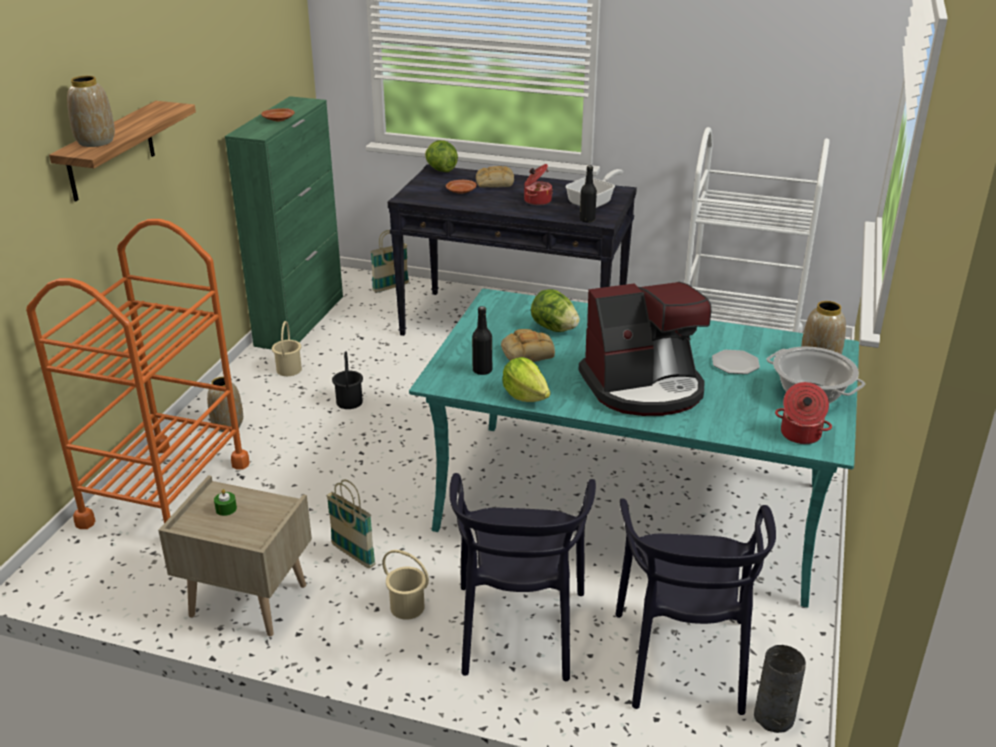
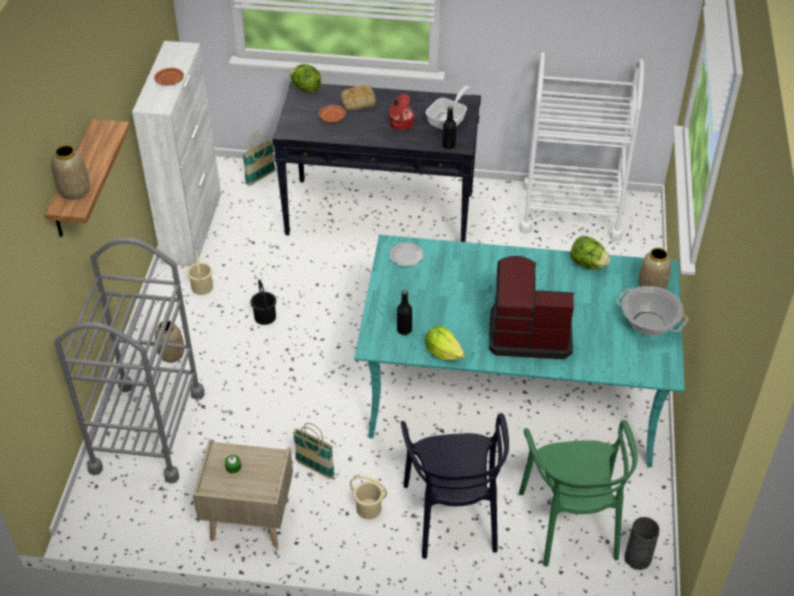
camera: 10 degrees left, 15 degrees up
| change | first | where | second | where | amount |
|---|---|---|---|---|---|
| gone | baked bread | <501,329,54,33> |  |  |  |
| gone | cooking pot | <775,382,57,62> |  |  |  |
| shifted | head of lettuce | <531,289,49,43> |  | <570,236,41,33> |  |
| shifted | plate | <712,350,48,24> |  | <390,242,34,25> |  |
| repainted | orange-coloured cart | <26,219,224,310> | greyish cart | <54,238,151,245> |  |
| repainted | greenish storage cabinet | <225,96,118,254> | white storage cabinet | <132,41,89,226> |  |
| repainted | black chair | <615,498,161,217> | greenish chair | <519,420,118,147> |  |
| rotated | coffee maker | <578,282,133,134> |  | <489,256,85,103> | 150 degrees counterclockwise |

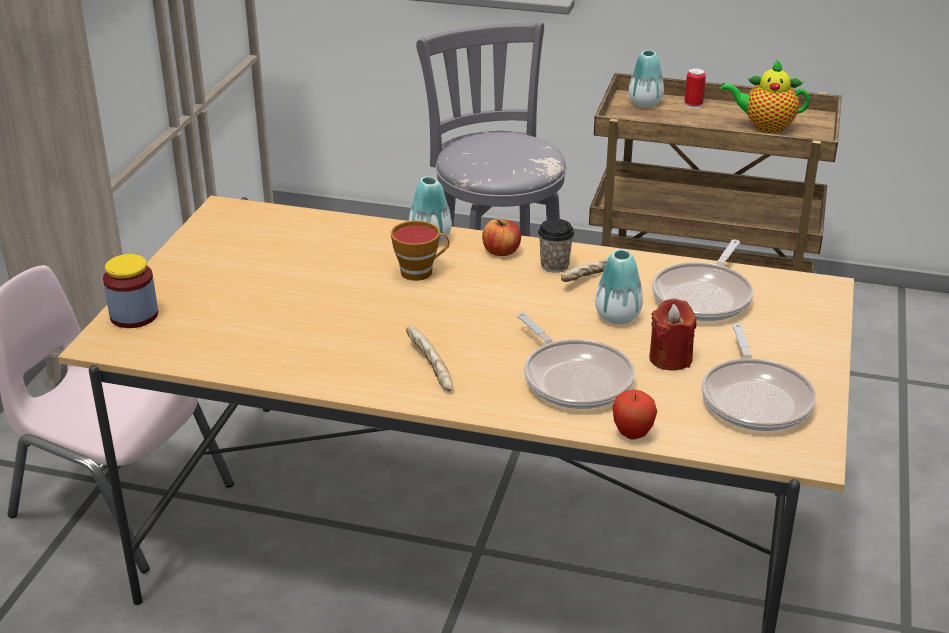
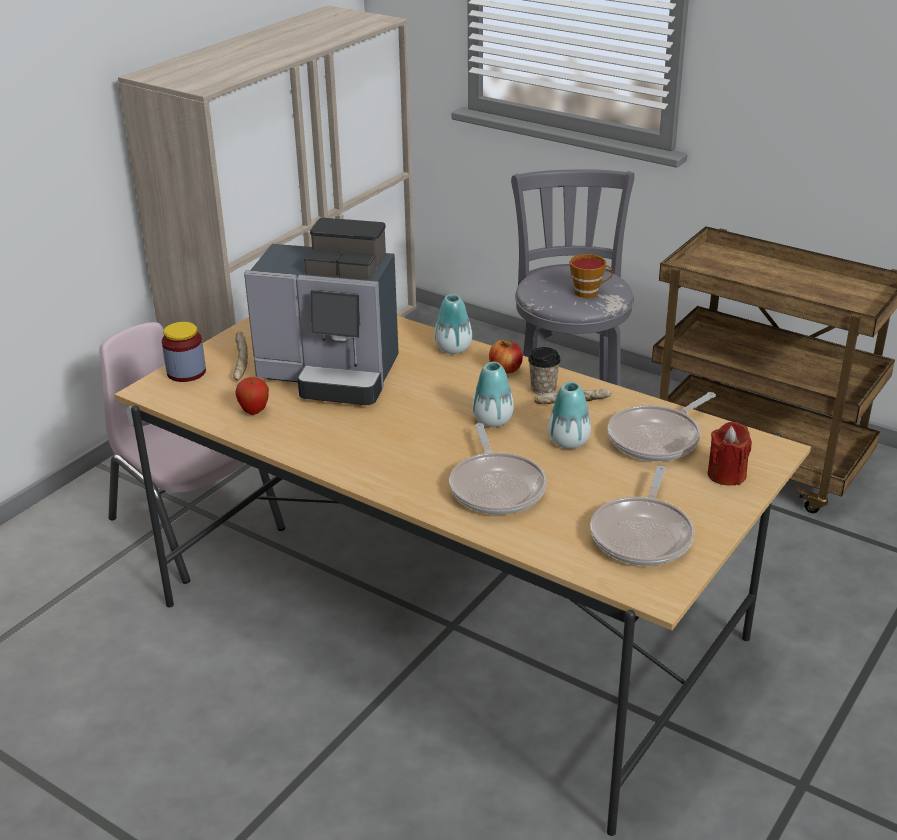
camera: 20 degrees right, 0 degrees up
| change | first | where | second | where | amount |
|---|---|---|---|---|---|
| gone | metal can | <685,68,21,41> |  |  |  |
| gone | teapot | <721,59,89,74> |  |  |  |
| new |  |  | coffee maker | <244,218,155,187> |  |
| shifted | small cup | <391,221,58,60> |  | <569,254,44,44> |  |
| shifted | baked bread | <406,325,47,66> |  | <233,331,15,50> |  |
| shifted | whole apple | <612,390,45,50> |  | <235,377,34,38> |  |
| shifted | vase | <629,50,35,57> |  | <472,362,42,65> |  |
| shifted | red-coloured wax candle | <649,299,47,72> |  | <708,422,44,64> |  |

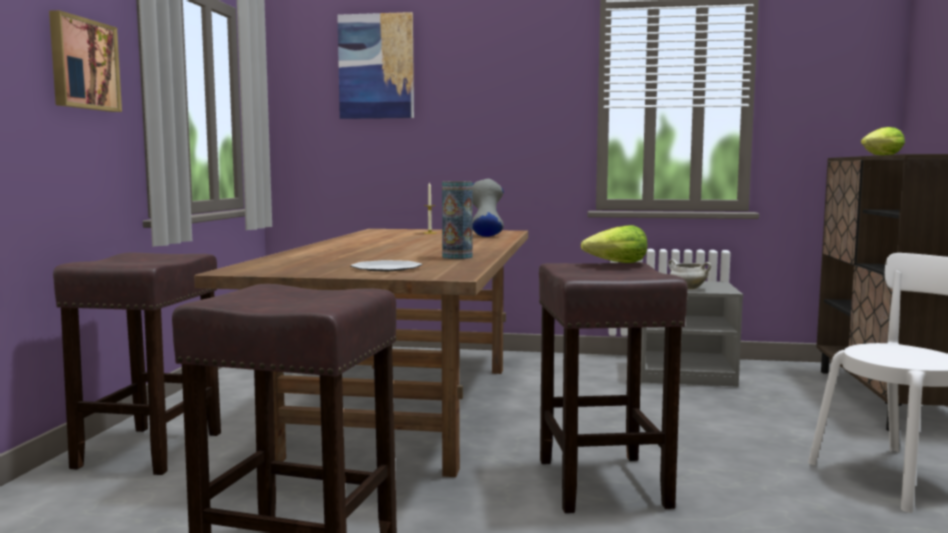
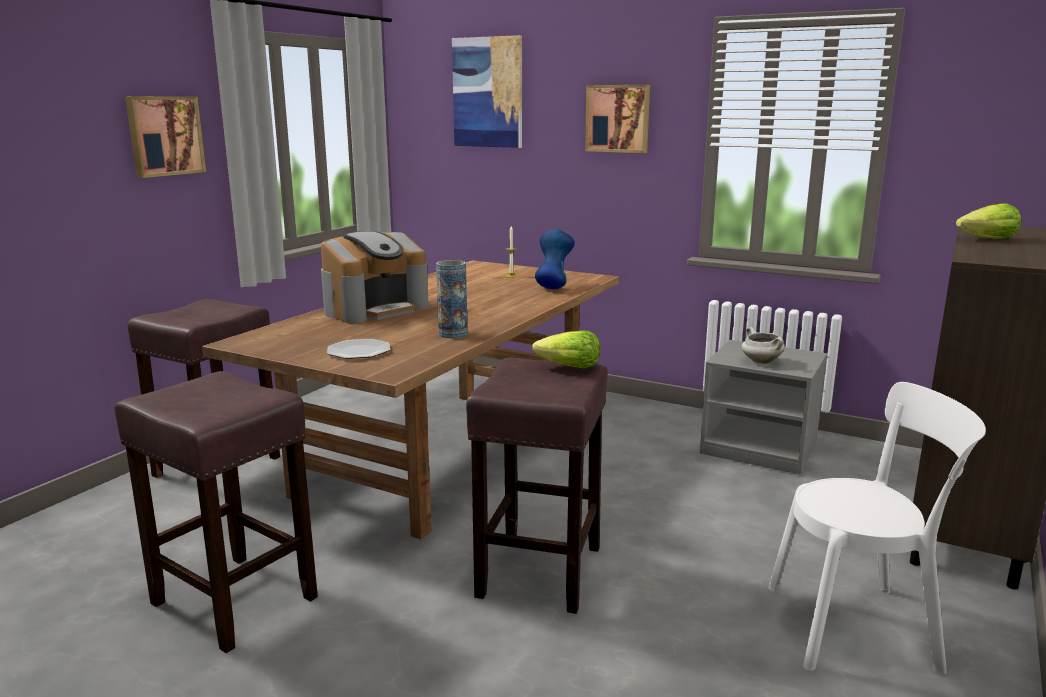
camera: 20 degrees right, 10 degrees up
| change | first | where | second | where | amount |
|---|---|---|---|---|---|
| new |  |  | coffee maker | <321,231,108,92> |  |
| new |  |  | wall art | <585,85,65,68> |  |
| repainted | greyish vase | <473,179,31,58> | blue vase | <535,229,40,60> |  |

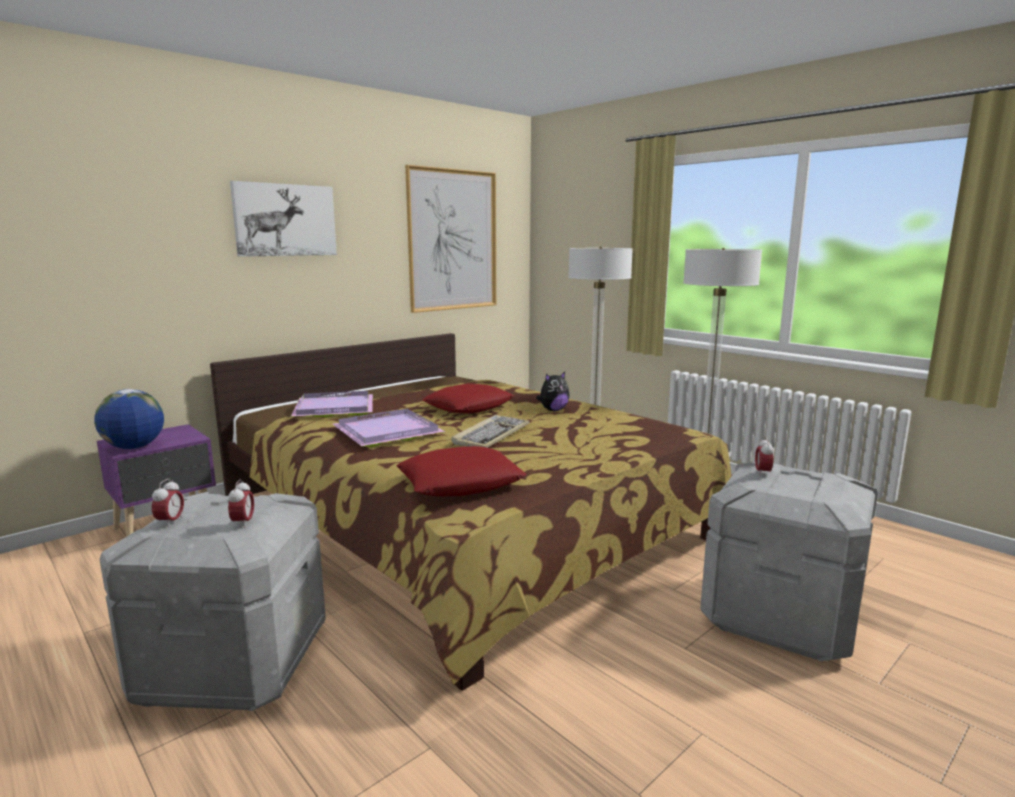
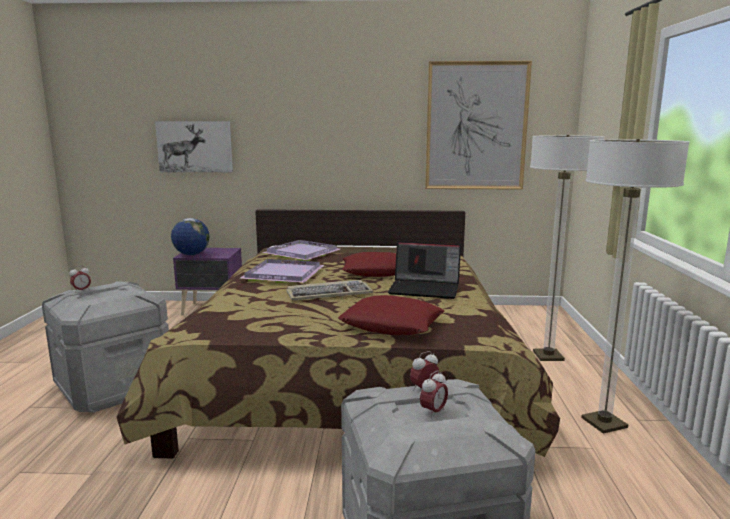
camera: 45 degrees right, 0 degrees up
| change | first | where | second | where | amount |
|---|---|---|---|---|---|
| shifted | bedside clock | <228,479,26,49> |  | <420,371,28,47> |  |
| shifted | wall art | <230,181,107,76> |  | <155,121,78,51> |  |
| shifted | red-coloured pillow | <397,446,129,50> |  | <338,295,106,40> |  |
| swapped | cuddly toy | <536,372,33,39> | portable computer | <388,241,73,58> |  |

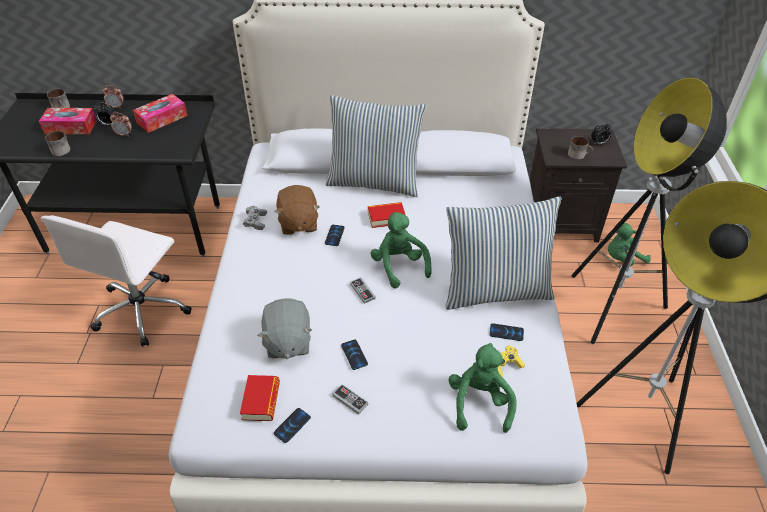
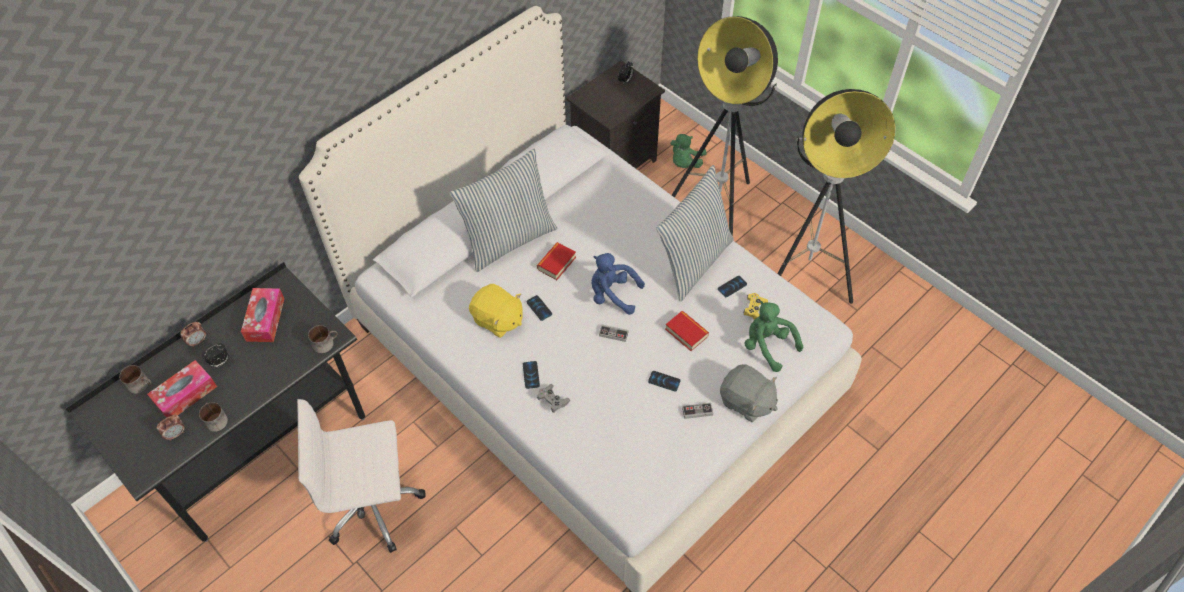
camera: 45 degrees left, 10 degrees up
| change | first | where | second | where | amount |
|---|---|---|---|---|---|
| shifted | bedside clock | <110,113,22,24> |  | <157,415,28,26> |  |
| shifted | bound book | <240,375,40,46> |  | <665,311,44,40> |  |
| shifted | greyish game controller | <243,206,24,24> |  | <537,384,33,29> |  |
| shifted | greyish cuddly toy | <258,299,54,60> |  | <720,364,58,58> |  |
| shifted | handset | <274,408,37,35> |  | <523,361,17,28> |  |
| shifted | coffee mug | <568,136,25,24> |  | <308,325,30,28> |  |
| repainted | brown cuddly toy | <275,185,44,50> | yellow-coloured cuddly toy | <469,284,54,54> |  |
| repainted | greenish cuddly toy | <370,212,62,77> | blue cuddly toy | <591,253,54,62> |  |
| rotated | white office chair | <41,215,151,132> |  | <297,399,129,154> | 105 degrees clockwise |

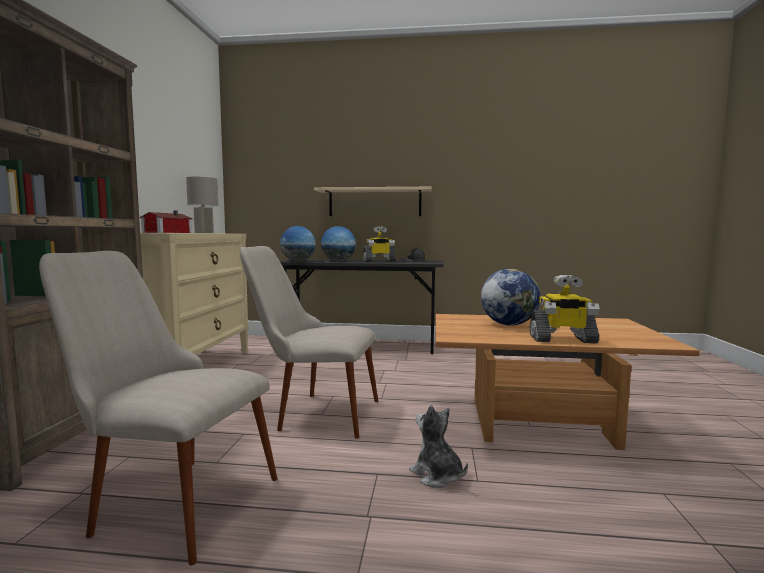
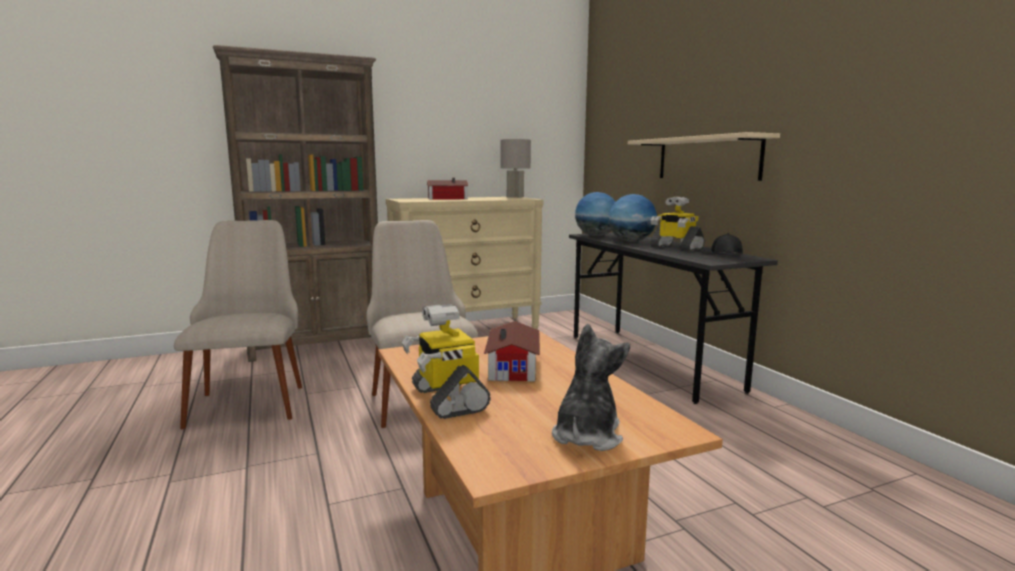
camera: 60 degrees right, 5 degrees up
| change | first | where | second | where | amount |
|---|---|---|---|---|---|
| shifted | cuddly toy | <409,405,59,83> |  | <552,324,78,127> |  |
| swapped | world globe | <481,268,59,57> | toy house | <484,321,56,61> |  |

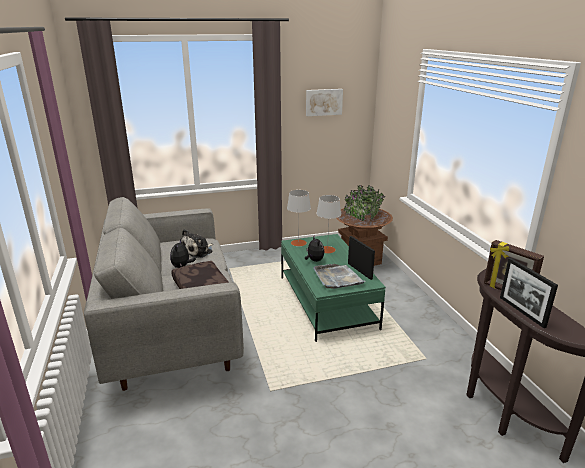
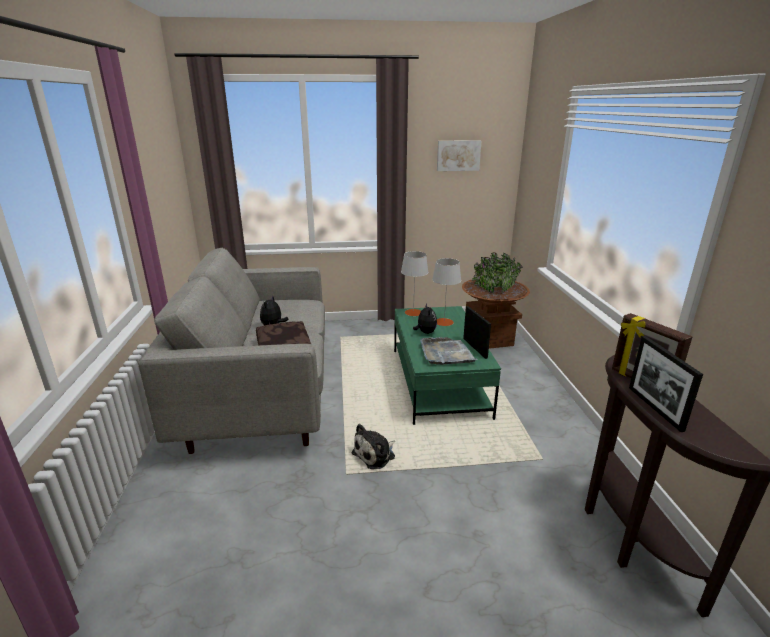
camera: 10 degrees right, 0 degrees up
| change | first | where | second | where | amount |
|---|---|---|---|---|---|
| shifted | cuddly toy | <182,229,31,29> |  | <352,424,43,45> |  |

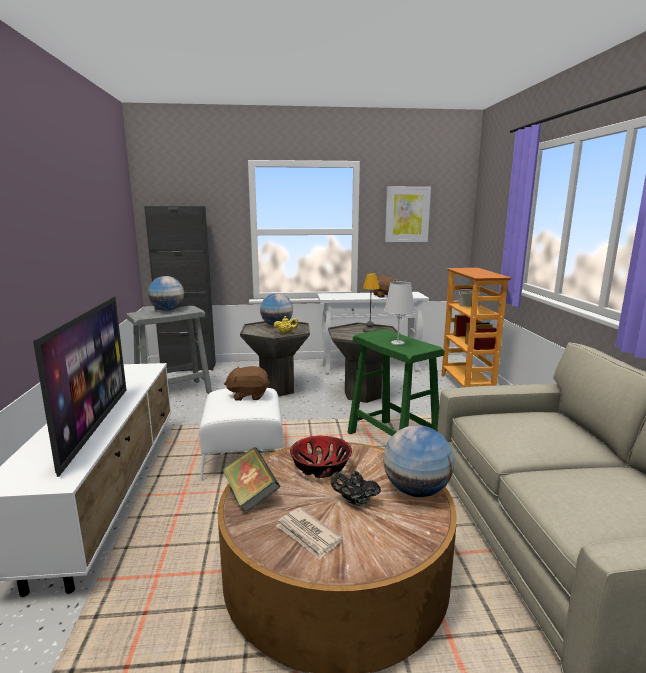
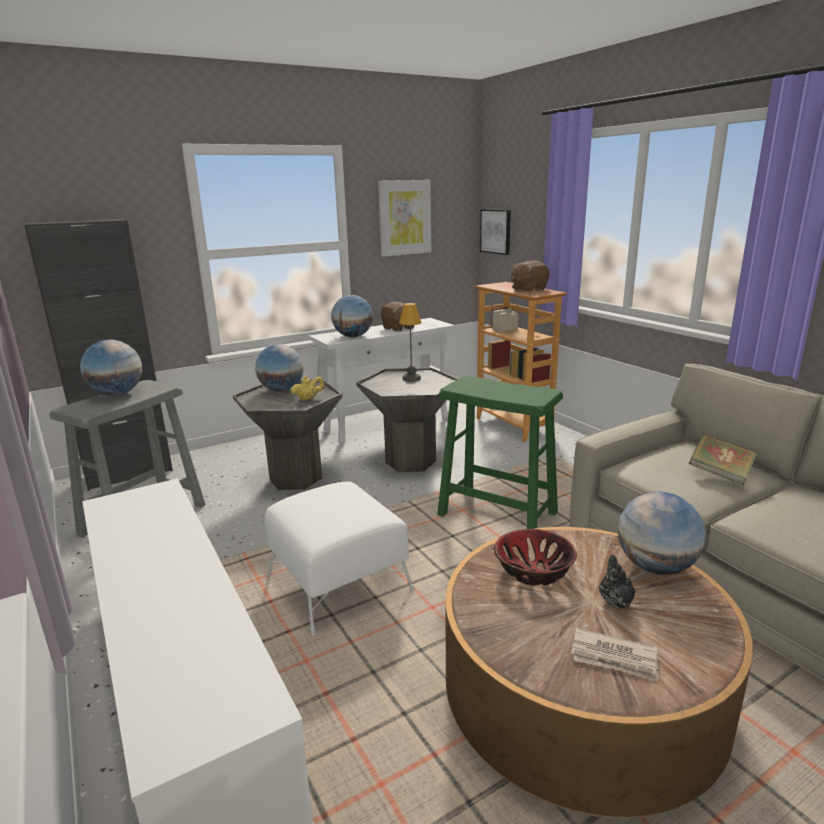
camera: 25 degrees left, 5 degrees up
| change | first | where | second | where | amount |
|---|---|---|---|---|---|
| gone | TV set | <33,296,93,181> |  |  |  |
| gone | white tabletop lamp | <384,281,31,64> |  |  |  |
| new |  |  | world globe | <331,295,42,42> |  |
| new |  |  | wall art | <480,209,31,46> |  |
| shifted | bound book | <222,447,58,66> |  | <689,433,69,52> |  |
| shifted | brown cuddly toy | <224,366,46,35> |  | <511,261,39,31> |  |
| rotated | black teapot | <331,471,50,35> |  | <599,555,37,54> | 105 degrees clockwise |

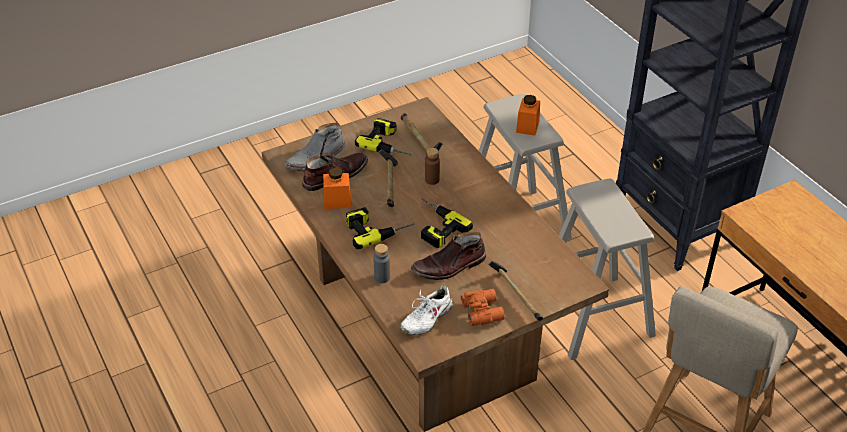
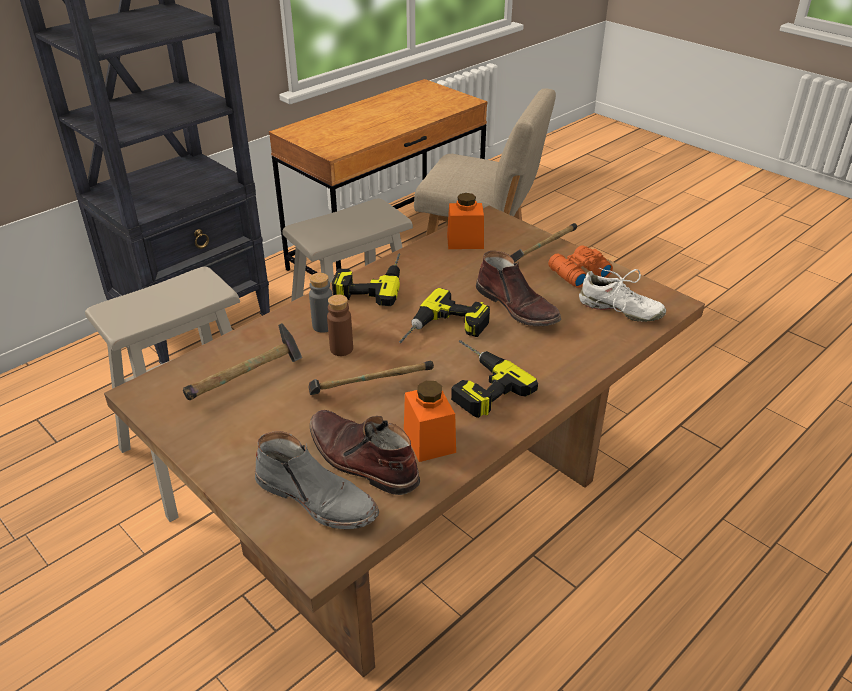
camera: 105 degrees left, 5 degrees down
| change | first | where | second | where | amount |
|---|---|---|---|---|---|
| shifted | power drill | <355,118,57,38> |  | <332,254,69,52> |  |
| shifted | greyish bottle | <374,244,16,39> |  | <309,273,23,60> |  |
| shifted | orange-coloured jar | <516,95,24,41> |  | <447,193,37,56> |  |

